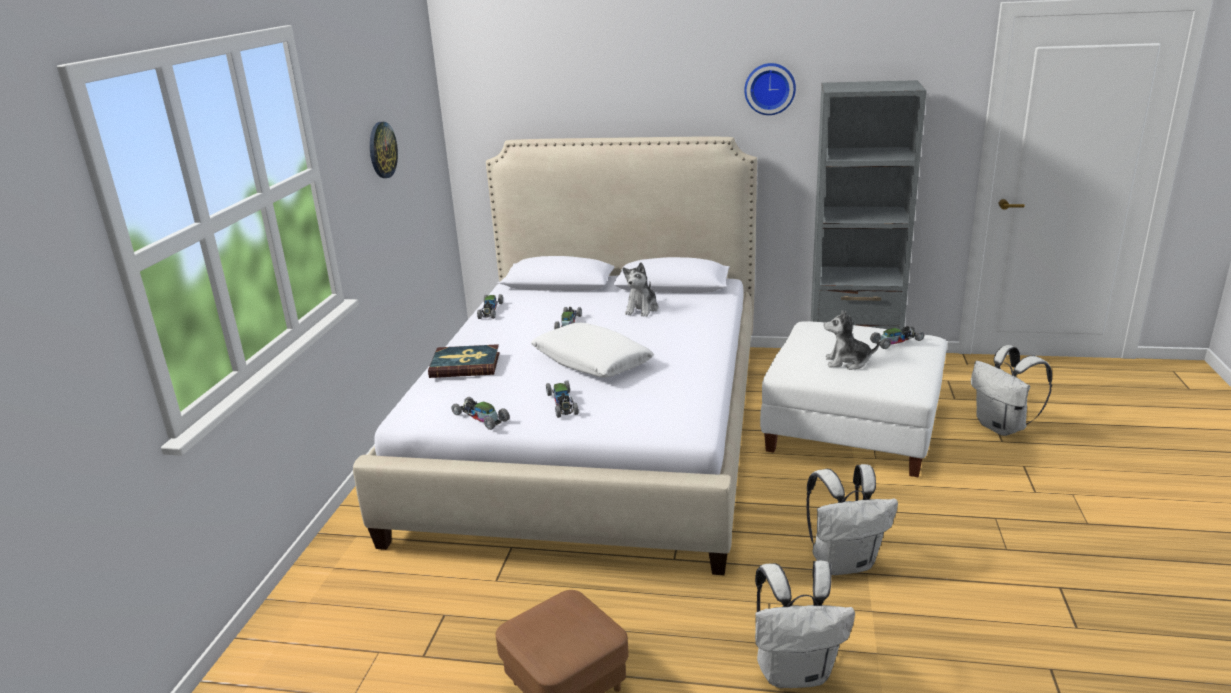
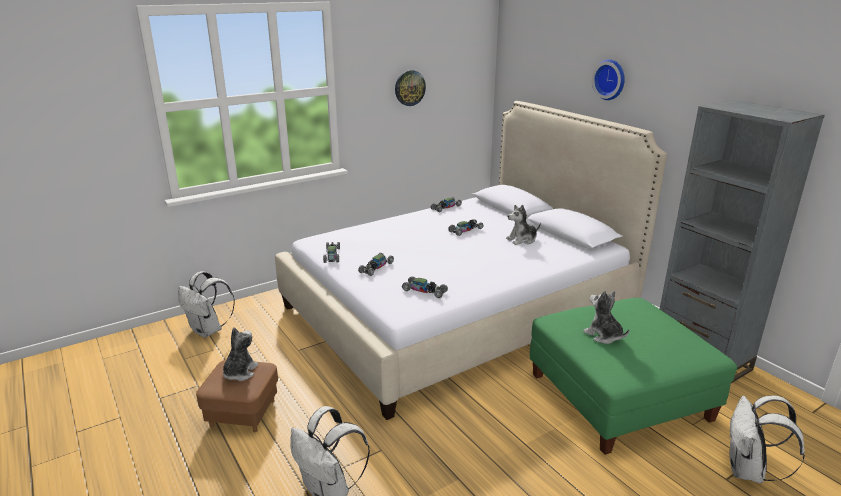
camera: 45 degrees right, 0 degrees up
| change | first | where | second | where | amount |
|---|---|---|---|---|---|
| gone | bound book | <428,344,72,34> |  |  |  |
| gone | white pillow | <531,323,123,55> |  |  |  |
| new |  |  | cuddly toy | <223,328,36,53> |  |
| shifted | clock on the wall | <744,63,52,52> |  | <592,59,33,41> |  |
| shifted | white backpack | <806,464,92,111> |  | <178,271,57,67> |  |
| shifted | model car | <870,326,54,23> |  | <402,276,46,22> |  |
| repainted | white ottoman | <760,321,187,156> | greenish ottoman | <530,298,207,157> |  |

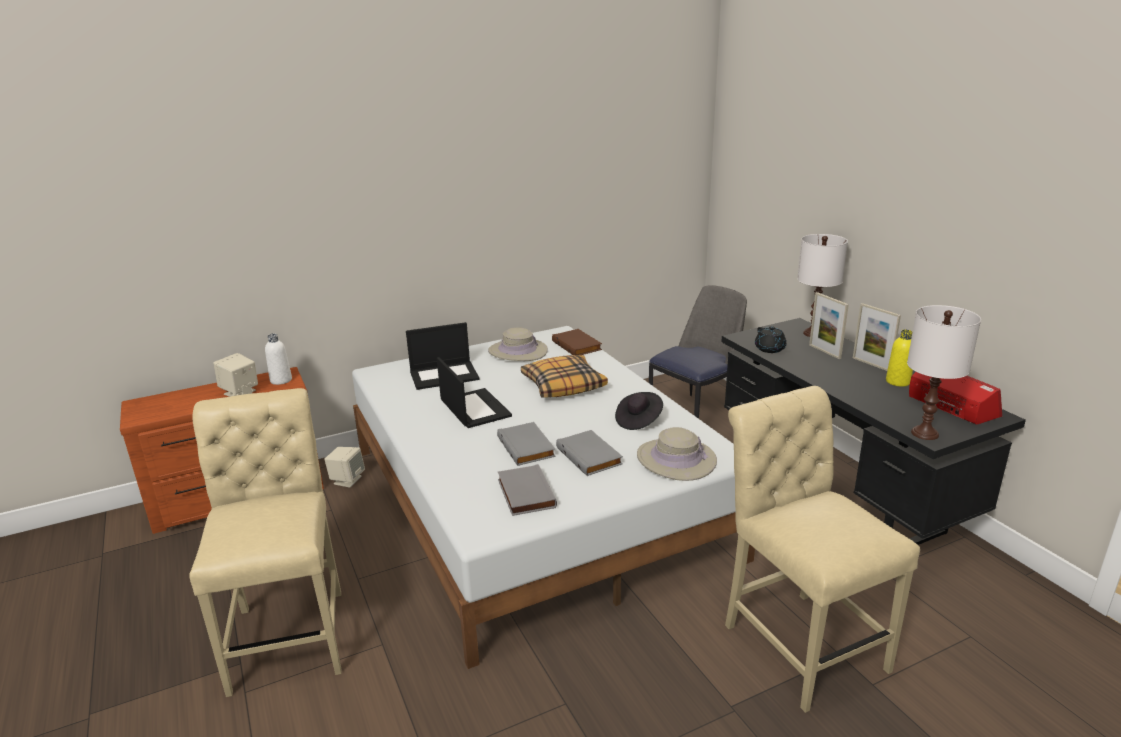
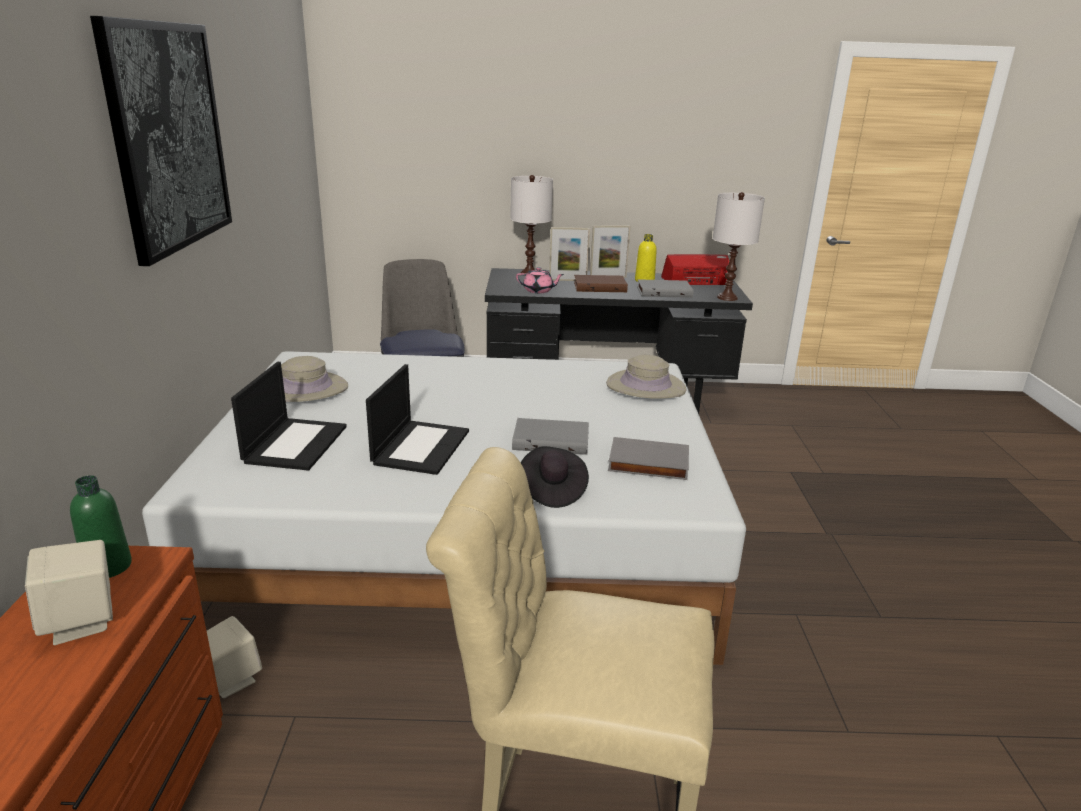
camera: 65 degrees left, 0 degrees up
| change | first | where | second | where | amount |
|---|---|---|---|---|---|
| gone | pillow | <521,355,87,42> |  |  |  |
| gone | beige-coloured chair | <725,386,195,327> |  |  |  |
| new |  |  | wall art | <90,16,142,250> |  |
| shifted | brown bound book | <552,329,50,26> |  | <574,275,54,17> |  |
| shifted | greyish bound book | <556,430,67,46> |  | <637,279,57,19> |  |
| shifted | black hat | <615,392,48,38> |  | <521,446,68,62> |  |
| repainted | white bottle | <265,333,27,52> | greenish bottle | <70,475,62,103> |  |
| repainted | black teapot | <755,326,32,27> | pink teapot | <516,267,48,26> |  |
| rotated | portable computer | <437,357,75,71> |  | <366,364,103,111> | 105 degrees clockwise |

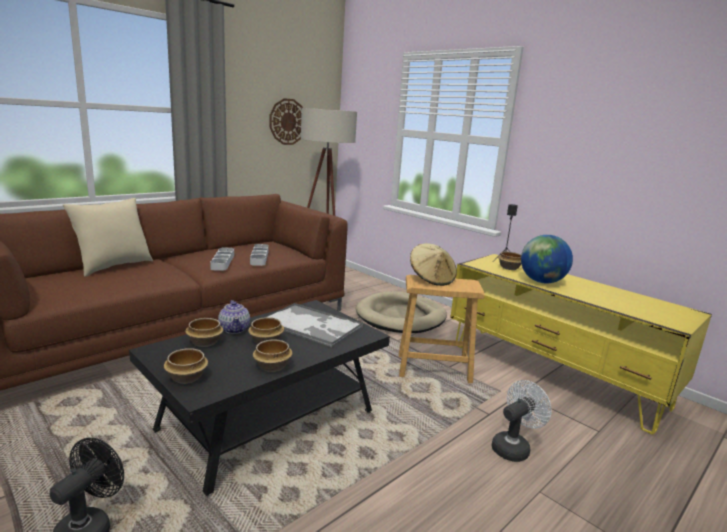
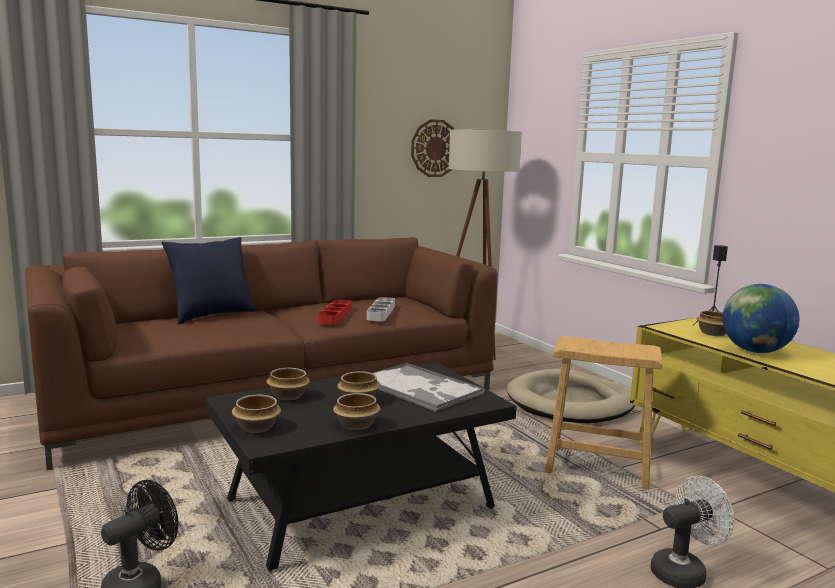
camera: 15 degrees right, 5 degrees down
| change | first | where | second | where | amount |
|---|---|---|---|---|---|
| gone | teapot | <218,300,32,34> |  |  |  |
| gone | beige-coloured hat | <410,243,47,43> |  |  |  |
| repainted | beige-coloured pillow | <63,198,90,79> | blue pillow | <162,237,94,87> |  |
| repainted | greyish carrying tray | <210,248,24,23> | red-coloured carrying tray | <318,300,34,25> |  |

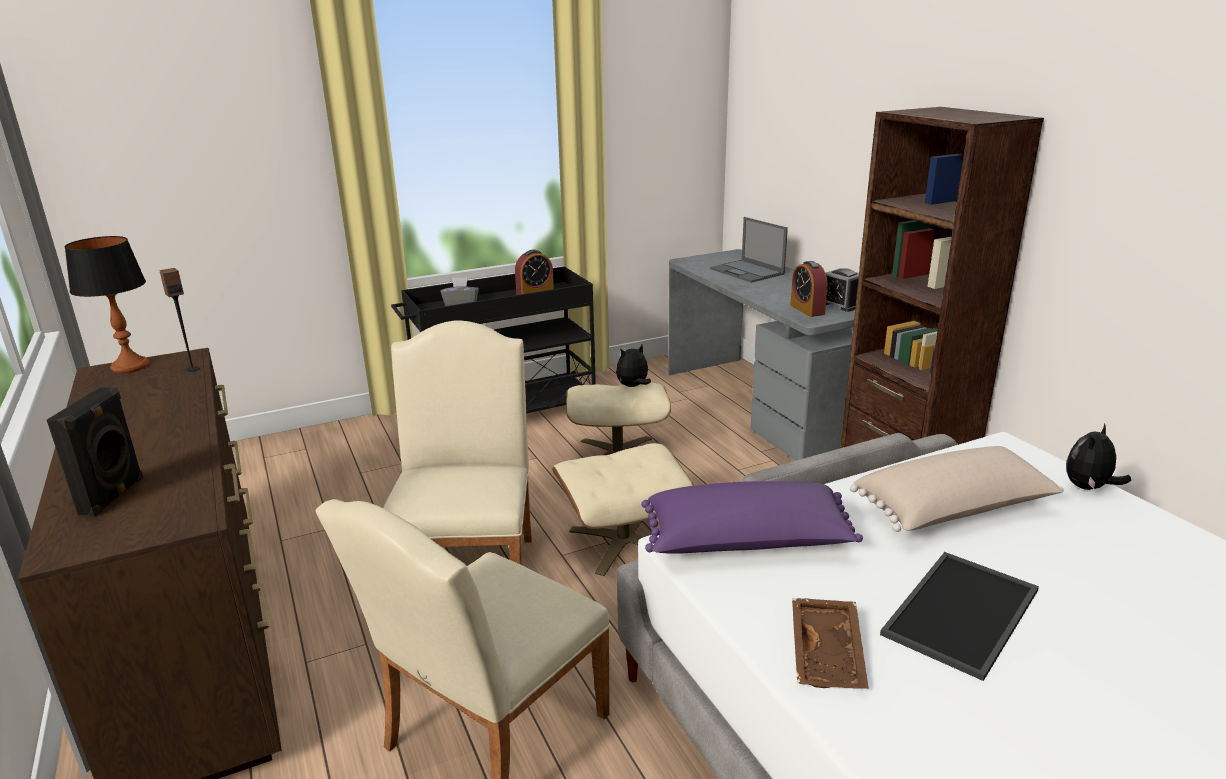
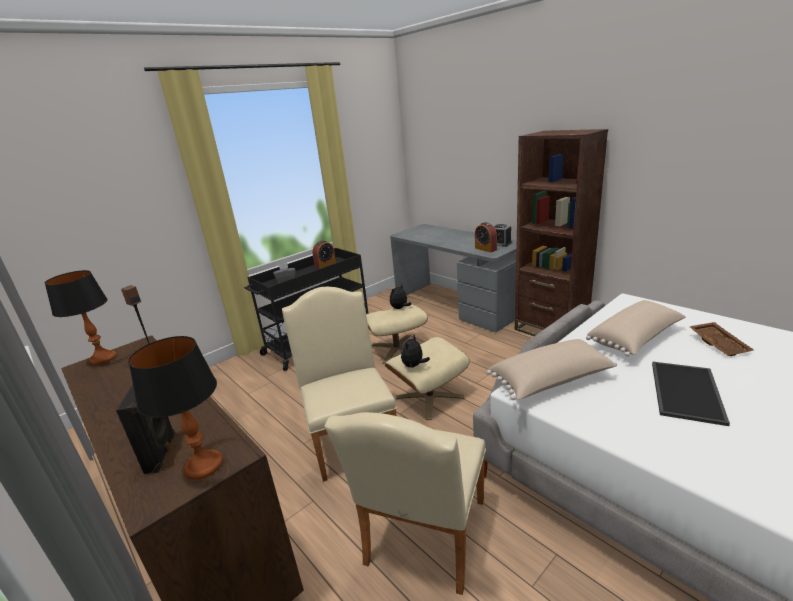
camera: 15 degrees left, 0 degrees up
| change | first | where | second | where | amount |
|---|---|---|---|---|---|
| gone | portable computer | <710,217,78,66> |  |  |  |
| new |  |  | tabletop lamp | <128,336,95,144> |  |
| shifted | brown carrying tray | <792,598,77,91> |  | <690,322,64,34> |  |
| shifted | cuddly toy | <1066,423,65,67> |  | <401,335,29,32> |  |
| repainted | purplish pillow | <641,481,222,73> | beige-coloured pillow | <487,339,130,61> |  |

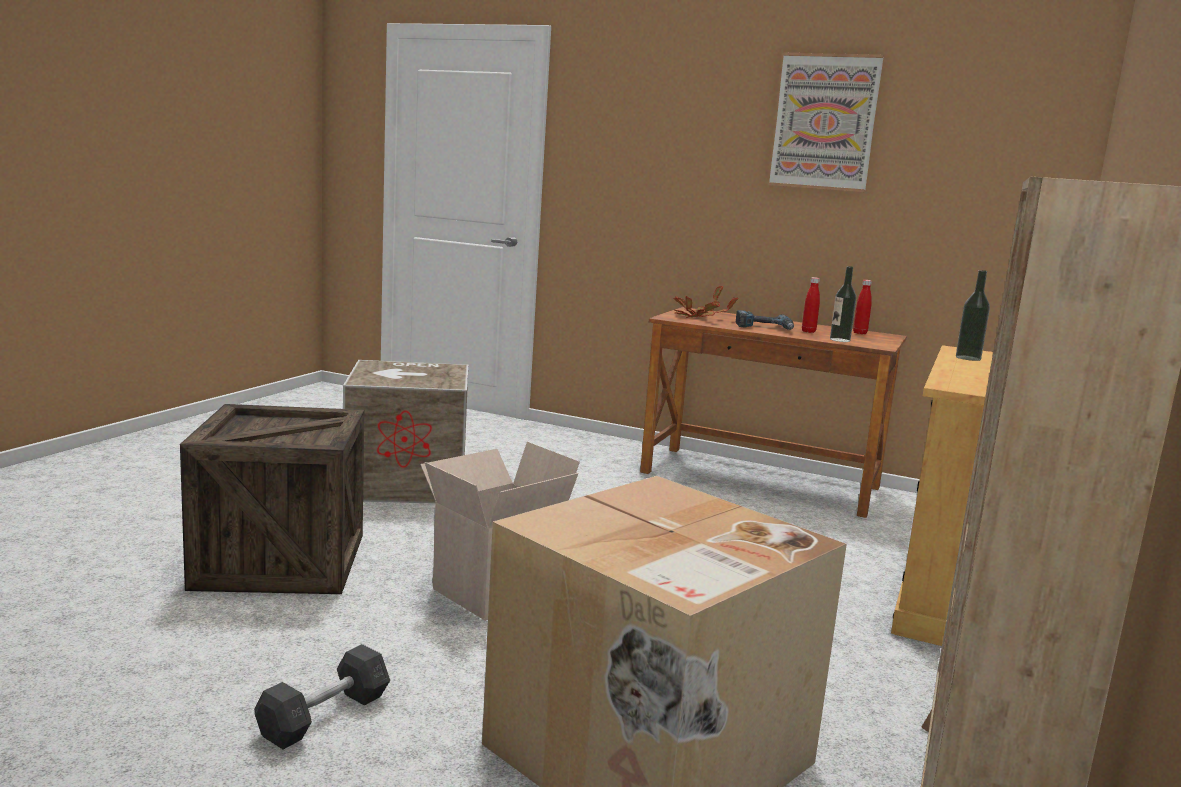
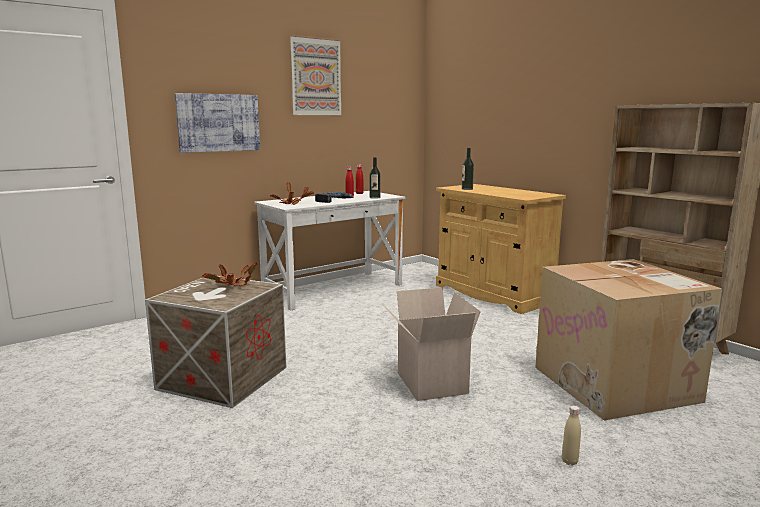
camera: 60 degrees left, 0 degrees up
| change | first | where | second | where | amount |
|---|---|---|---|---|---|
| gone | crate | <180,404,184,190> |  |  |  |
| new |  |  | wall art | <175,93,85,60> |  |
| new |  |  | houseplant | <202,263,56,23> |  |
| swapped | greyish hand weight | <254,644,136,105> | beige-coloured bottle | <562,405,19,60> |  |
| repainted | brown desk | <640,307,267,211> | white desk | <254,191,152,120> |  |

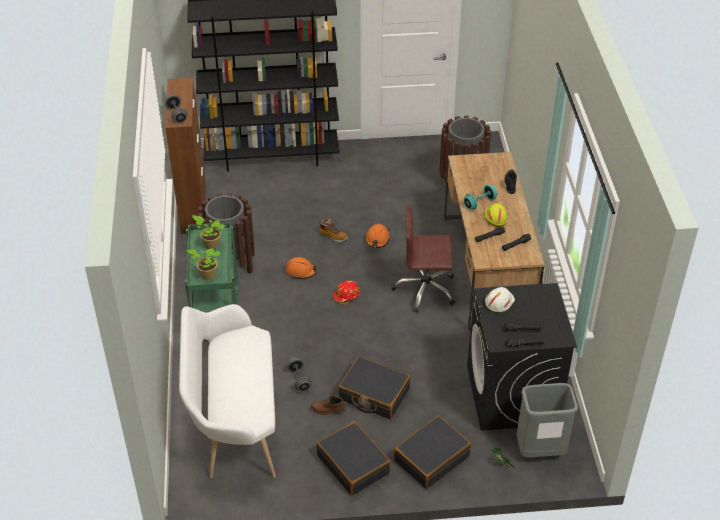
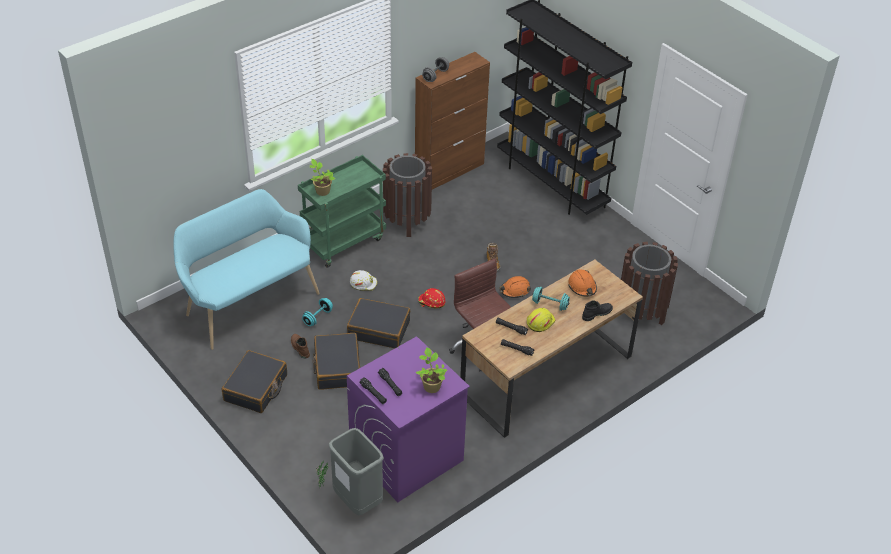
camera: 55 degrees right, 0 degrees up
| change | first | where | second | where | amount |
|---|---|---|---|---|---|
| shifted | houseplant | <192,215,33,34> |  | <416,347,31,46> |  |
| shifted | orange-coloured work helmet | <285,257,33,22> |  | <568,269,29,28> |  |
| shifted | black suitcase | <394,416,77,73> |  | <347,298,63,50> |  |
| shifted | white work helmet | <485,287,30,26> |  | <350,270,27,21> |  |
| repainted | white indoor bench | <179,304,97,174> | turquoise indoor bench | <173,189,147,161> |  |
| repainted | greyish hand weight | <287,357,25,35> | turquoise hand weight | <302,298,31,28> |  |
| repainted | black laundry appliance | <467,283,110,148> | purplish laundry appliance | <347,336,123,166> |  |

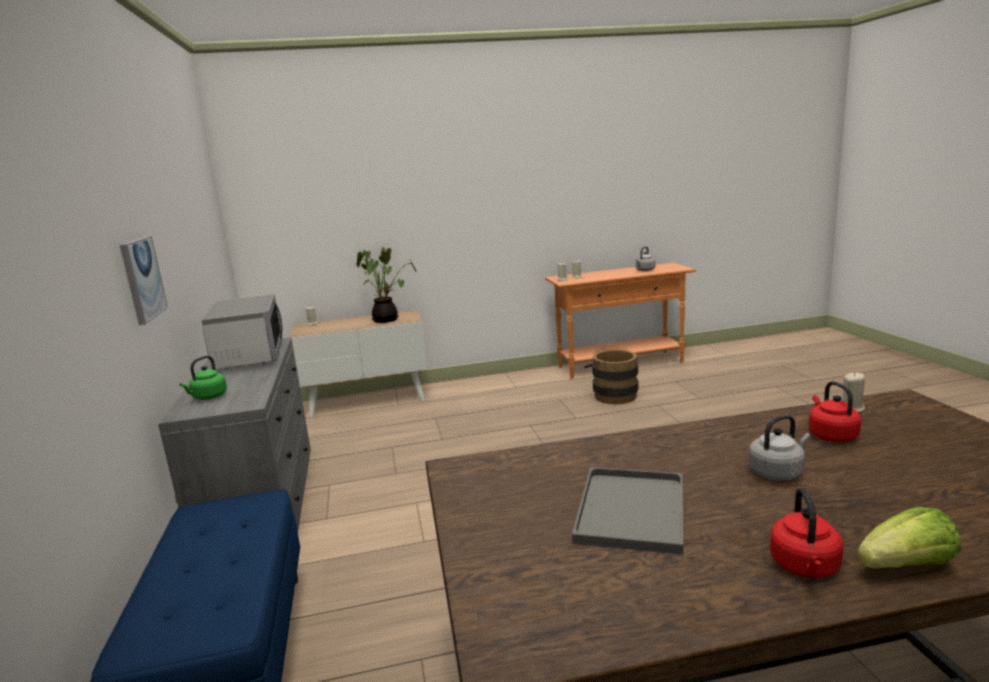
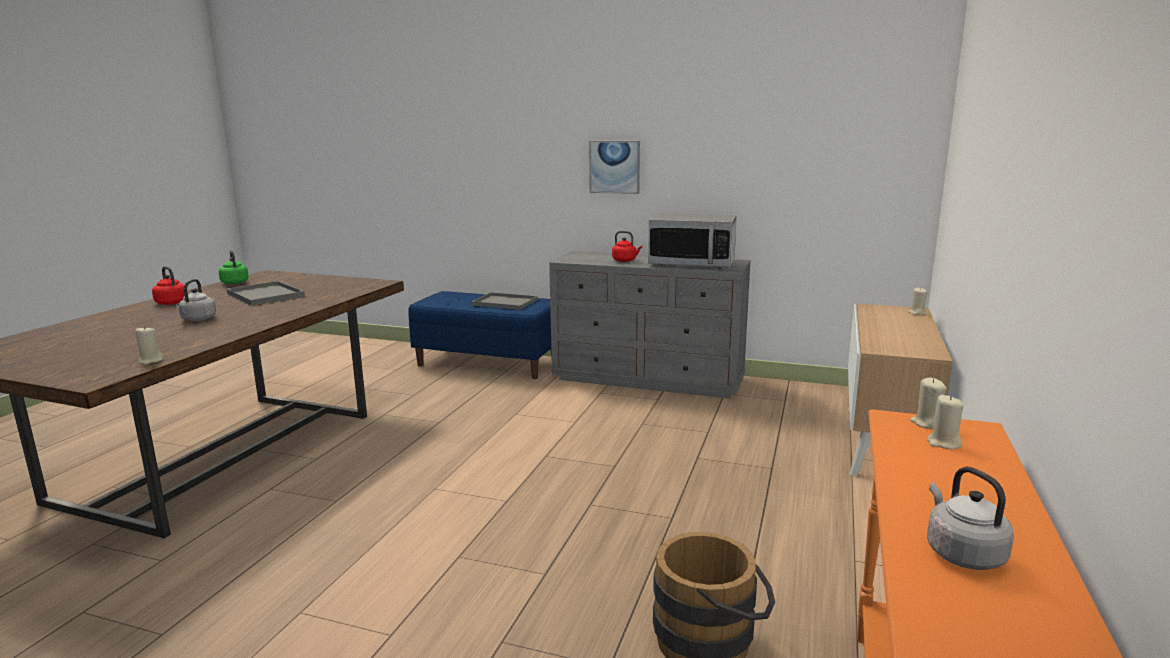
camera: 120 degrees right, 0 degrees up
| change | first | where | second | where | amount |
|---|---|---|---|---|---|
| gone | houseplant | <356,247,60,76> |  |  |  |
| gone | head of lettuce | <857,507,105,61> |  |  |  |
| new |  |  | greyish carrying tray | <472,292,66,18> |  |
| shifted | greenish water kettle | <179,356,48,44> |  | <219,250,30,34> |  |
| shifted | red-coloured water kettle | <808,381,53,61> |  | <612,231,30,31> |  |

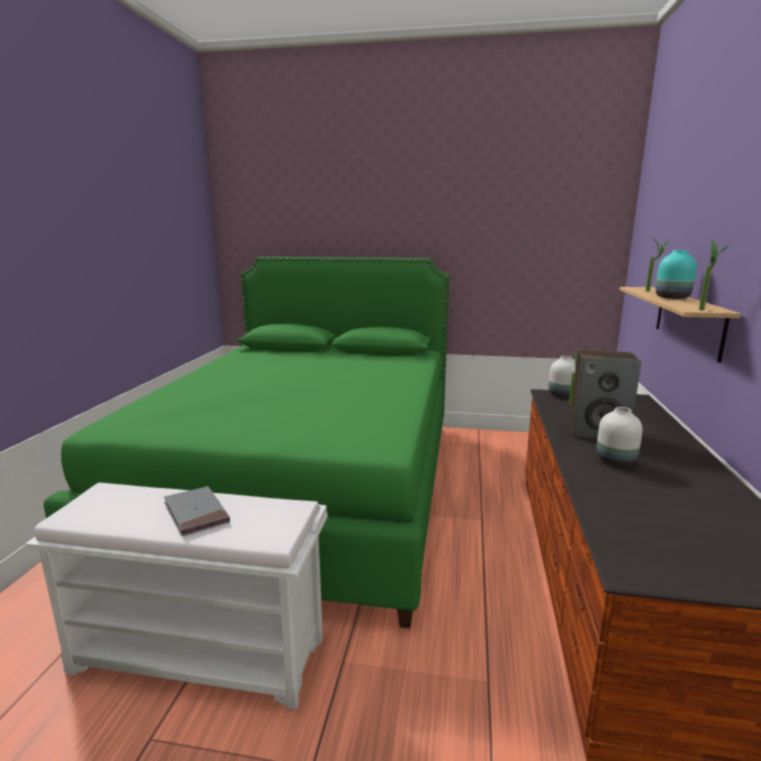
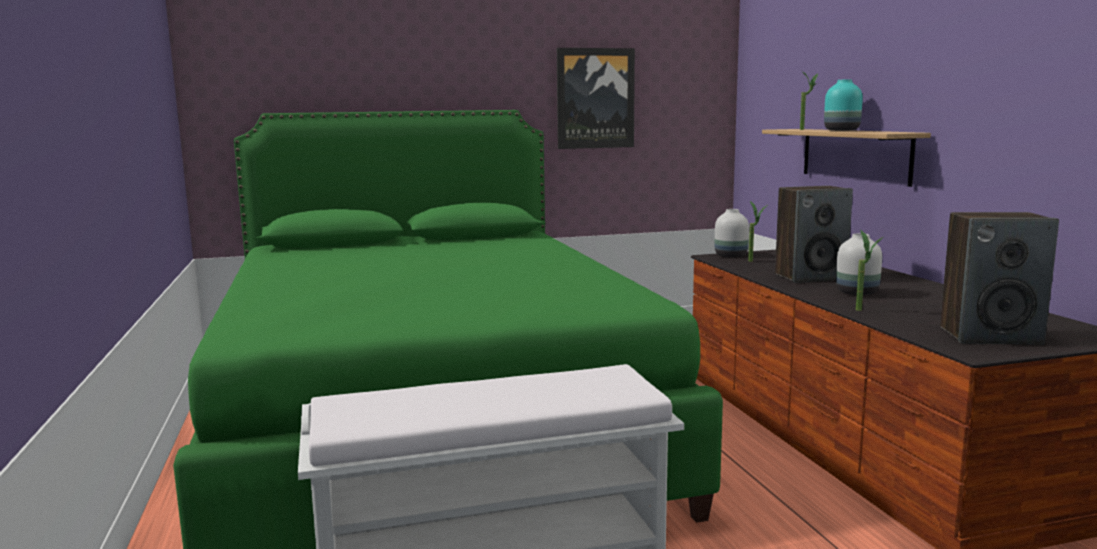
camera: 25 degrees left, 5 degrees down
| change | first | where | second | where | amount |
|---|---|---|---|---|---|
| gone | greyish bound book | <164,486,66,50> |  |  |  |
| new |  |  | wall art | <557,48,78,101> |  |
| new |  |  | loudspeaker | <940,212,119,133> |  |
| shifted | houseplant | <699,240,30,71> |  | <856,230,27,81> |  |

